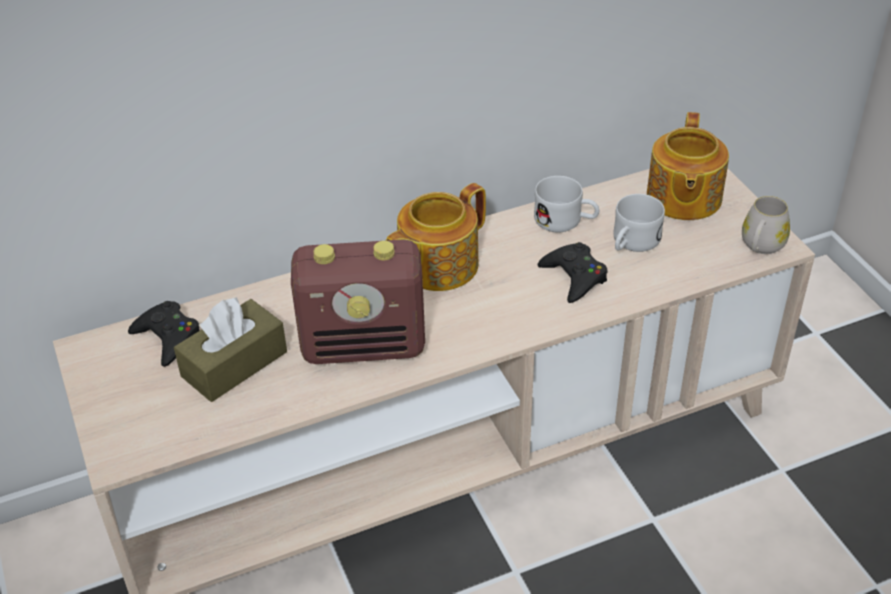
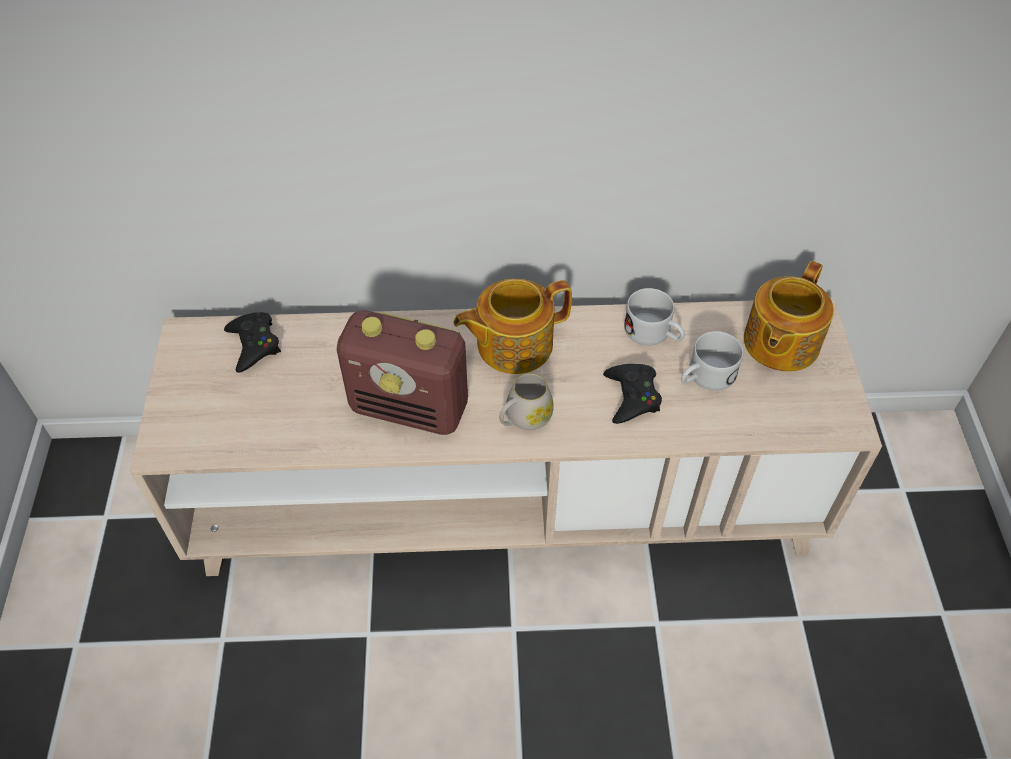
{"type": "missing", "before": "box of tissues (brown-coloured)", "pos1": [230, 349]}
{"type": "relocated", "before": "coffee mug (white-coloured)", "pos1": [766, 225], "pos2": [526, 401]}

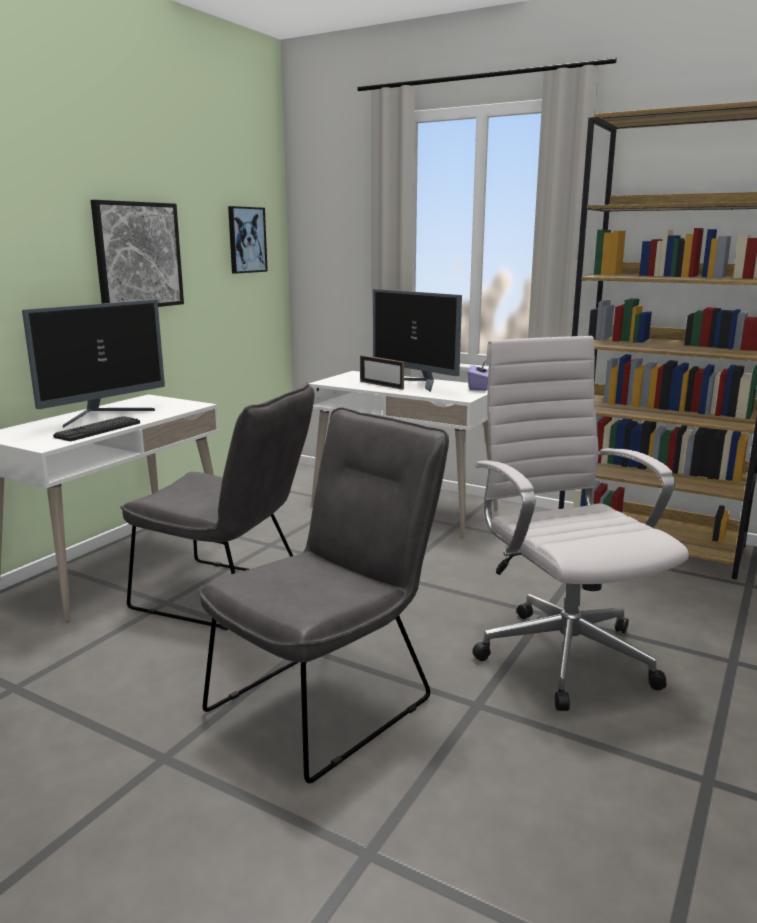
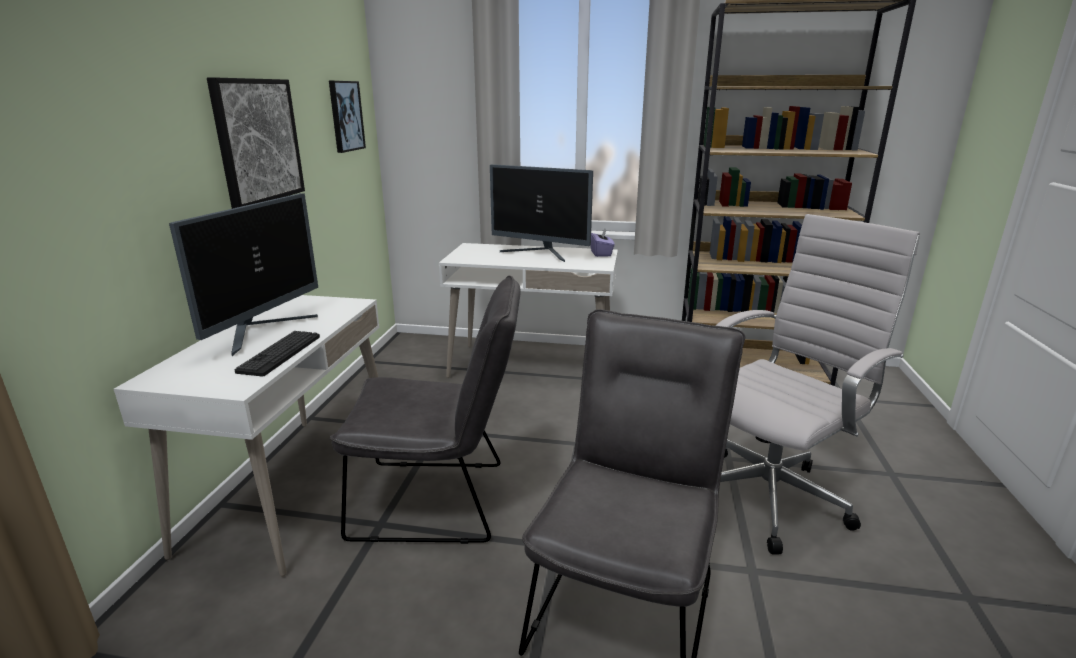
{"type": "missing", "before": "photo frame", "pos1": [382, 372]}
{"type": "spun", "before": "office chair (white-coloured)", "pos1": [580, 523], "pos2": [818, 384], "turn": 90}

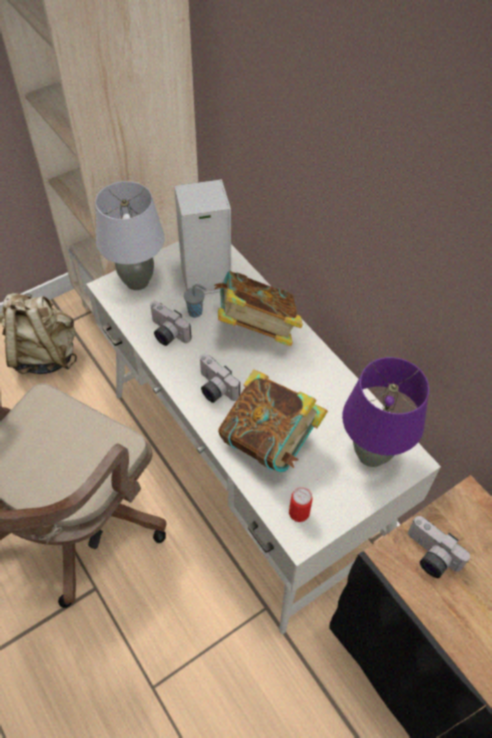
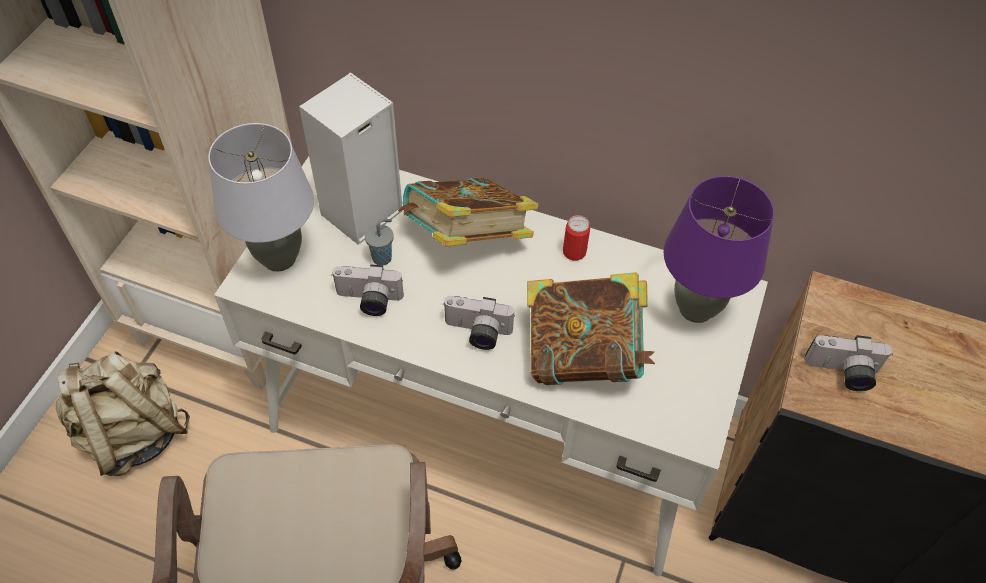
{"type": "relocated", "before": "metal can", "pos1": [301, 504], "pos2": [576, 238]}

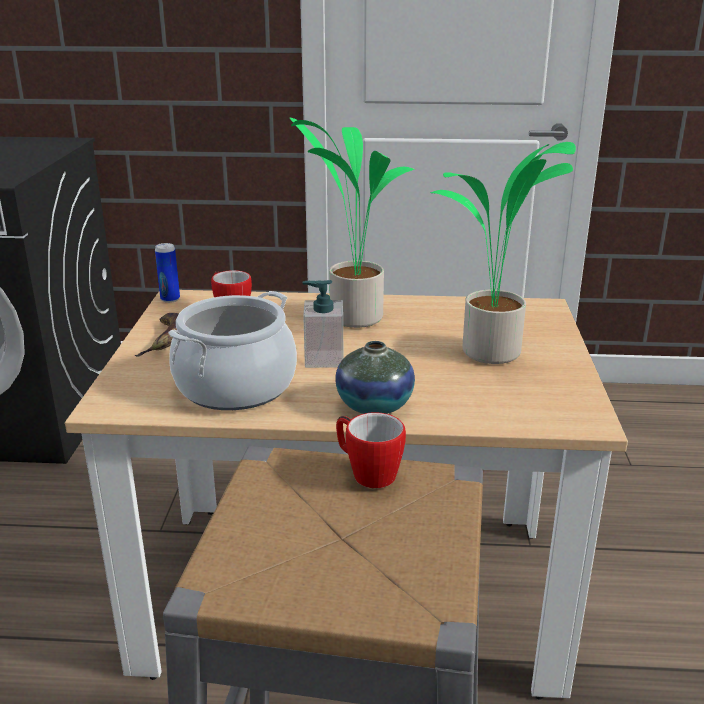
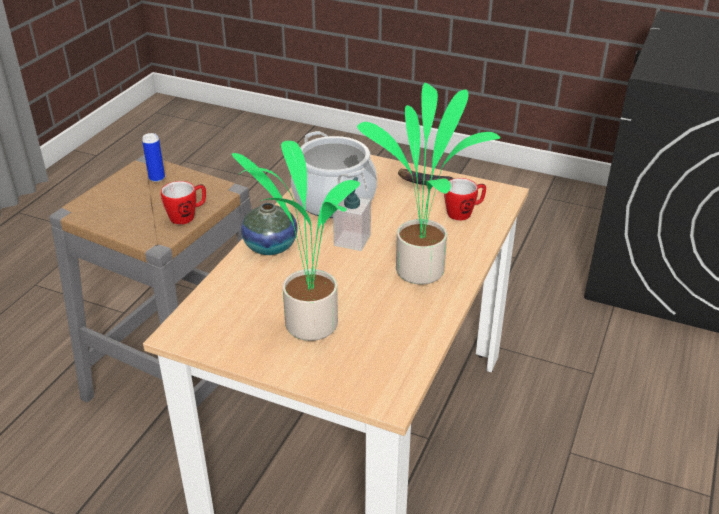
{"type": "relocated", "before": "metal can", "pos1": [167, 273], "pos2": [153, 157]}

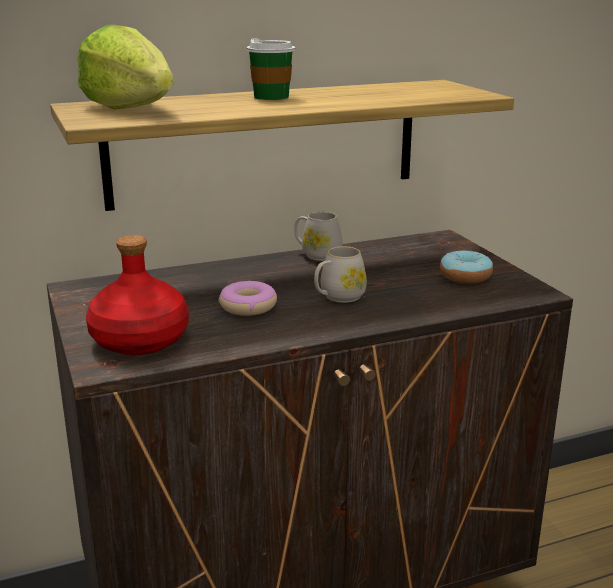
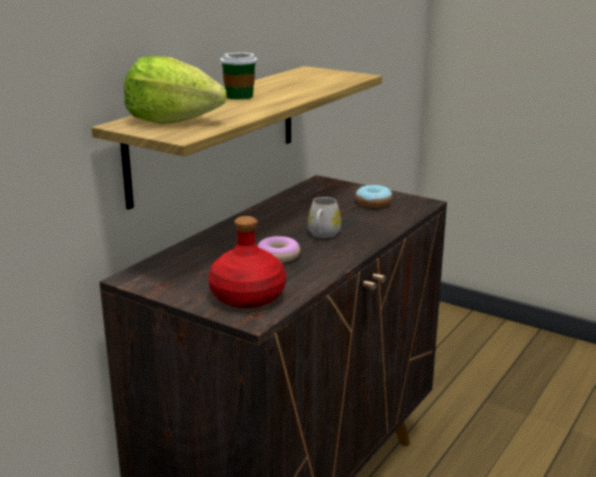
{"type": "missing", "before": "coffee mug (white-coloured)", "pos1": [318, 236]}

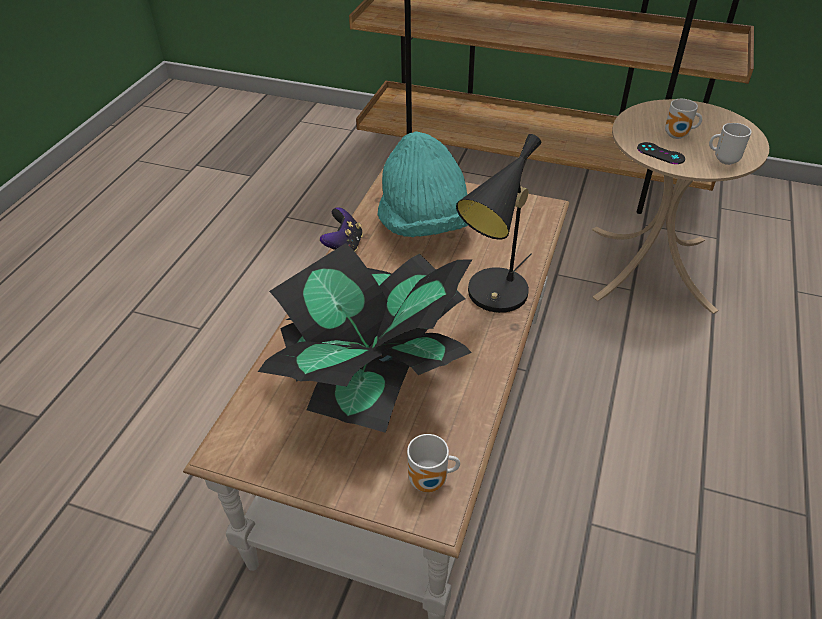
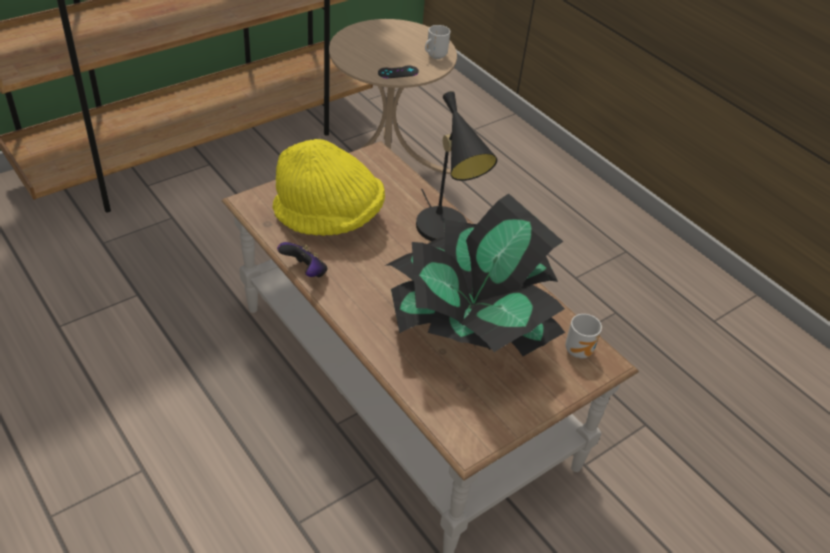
{"type": "missing", "before": "coffee mug", "pos1": [683, 119]}
{"type": "colour", "before": "clothing hat (turquoise-coloured)", "after": "clothing hat (yellow)", "pos1": [422, 184], "pos2": [328, 187]}

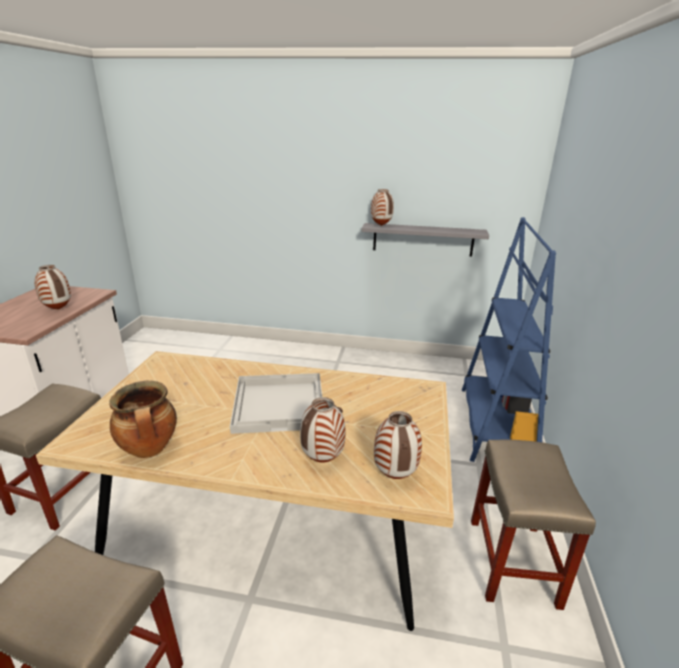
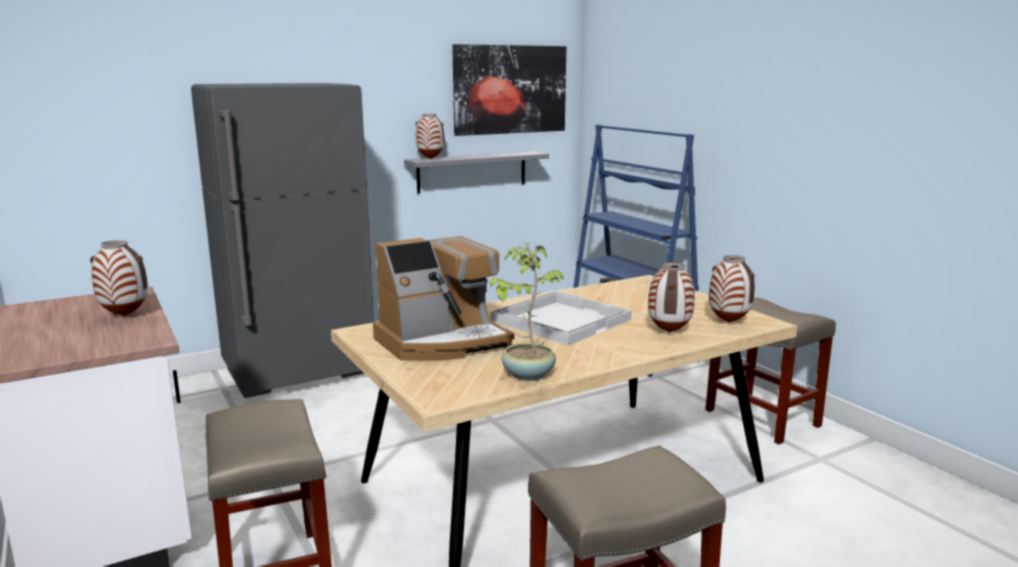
{"type": "appeared", "after": "fridge (gray)", "pos2": [282, 240]}
{"type": "appeared", "after": "coffee maker", "pos2": [444, 298]}
{"type": "appeared", "after": "wall art", "pos2": [509, 90]}
{"type": "exchanged", "before": "stockpot", "after": "plant in a pot", "pos1": [143, 419], "pos2": [527, 312]}

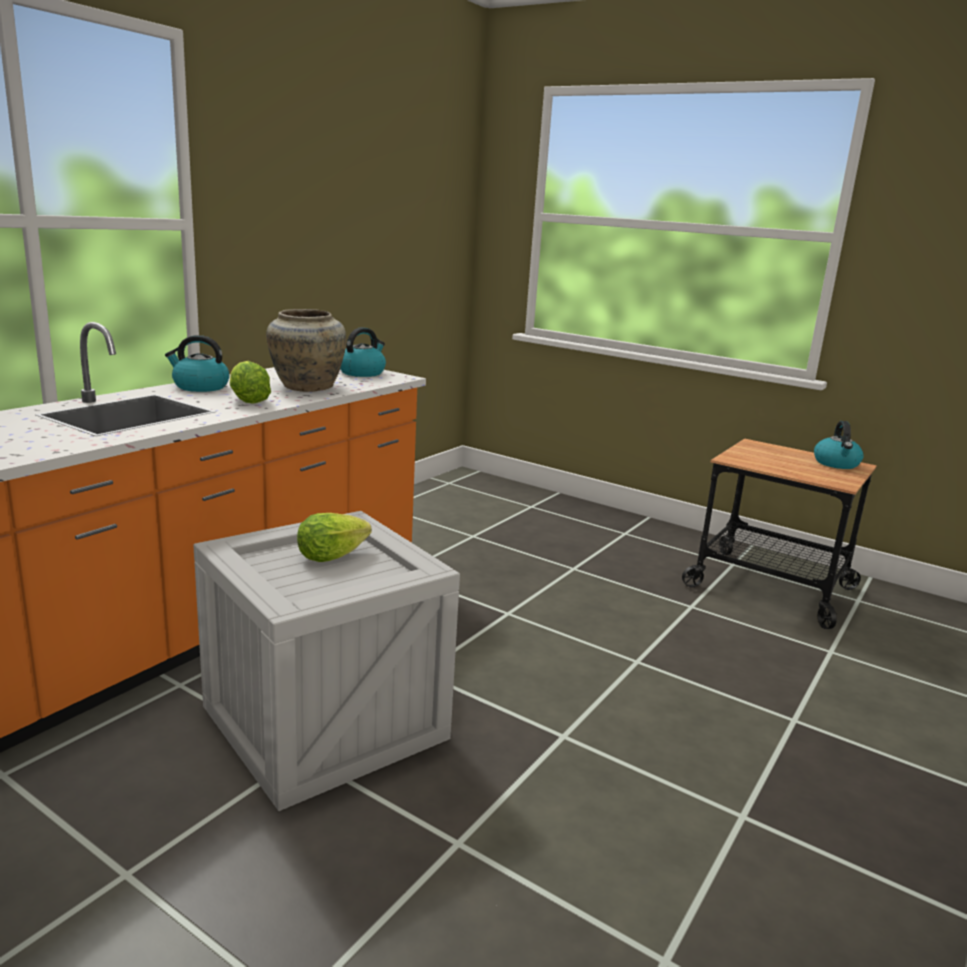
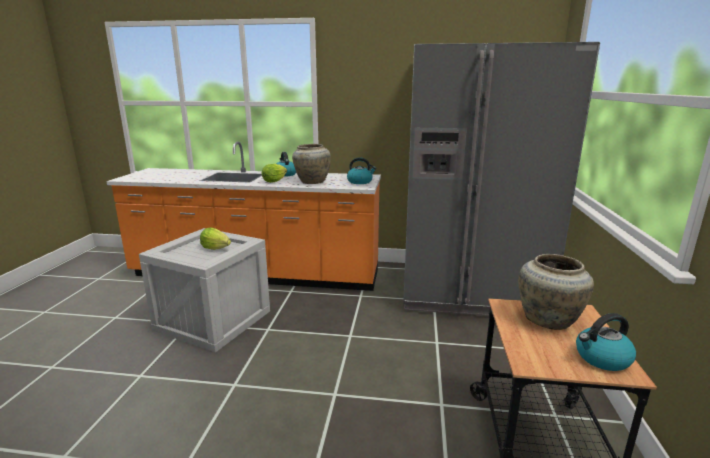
{"type": "appeared", "after": "fridge (gray)", "pos2": [501, 179]}
{"type": "appeared", "after": "vase (sand-coloured)", "pos2": [556, 292]}

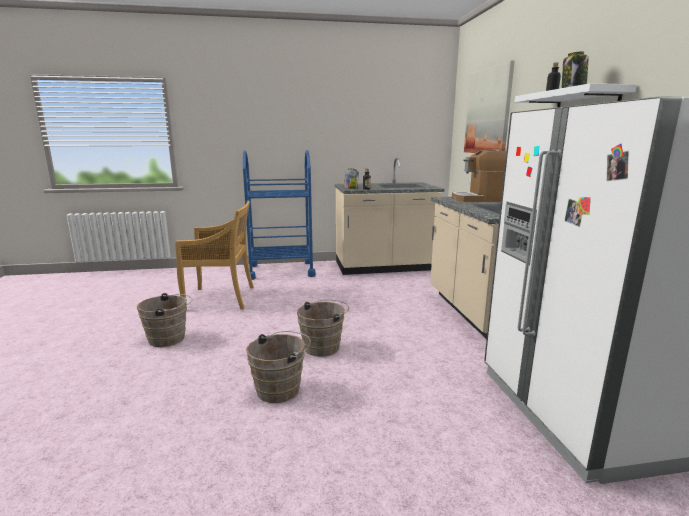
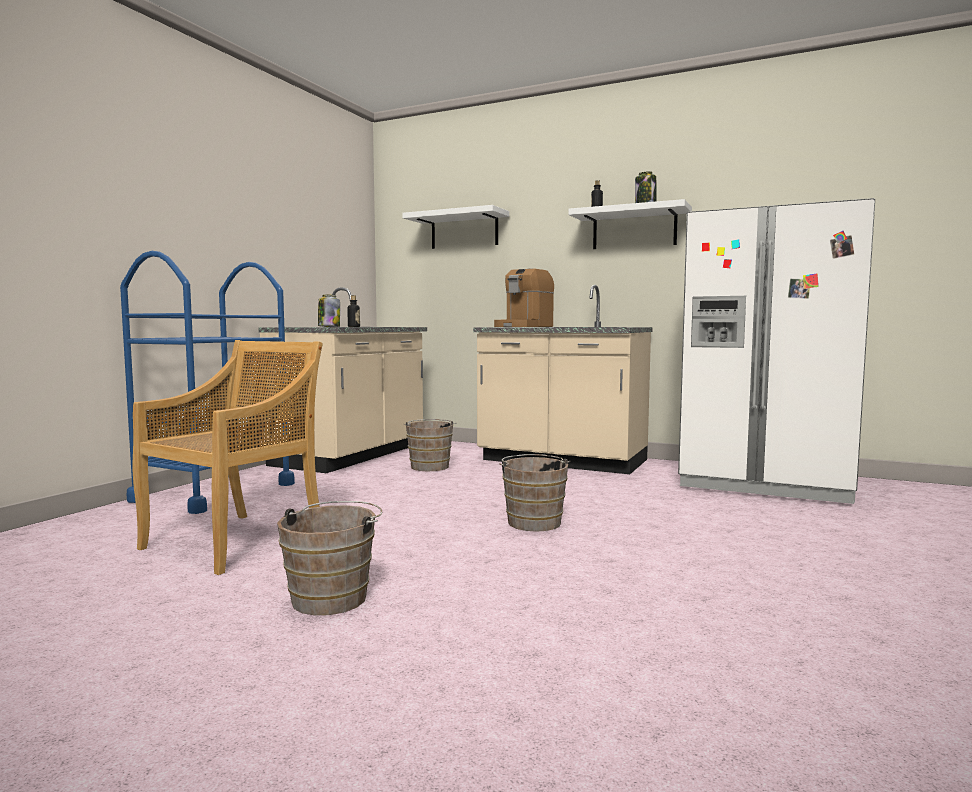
{"type": "relocated", "before": "pail (brown-coloured)", "pos1": [278, 367], "pos2": [430, 445]}
{"type": "exchanged", "before": "wall art", "after": "wall shelf (white-coloured)", "pos1": [489, 107], "pos2": [455, 227]}

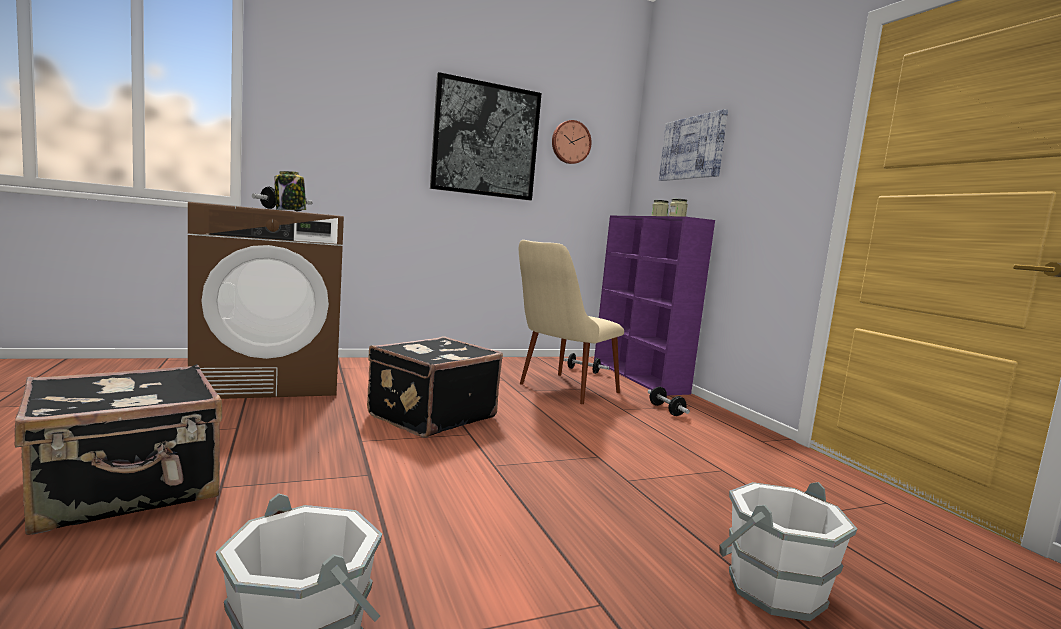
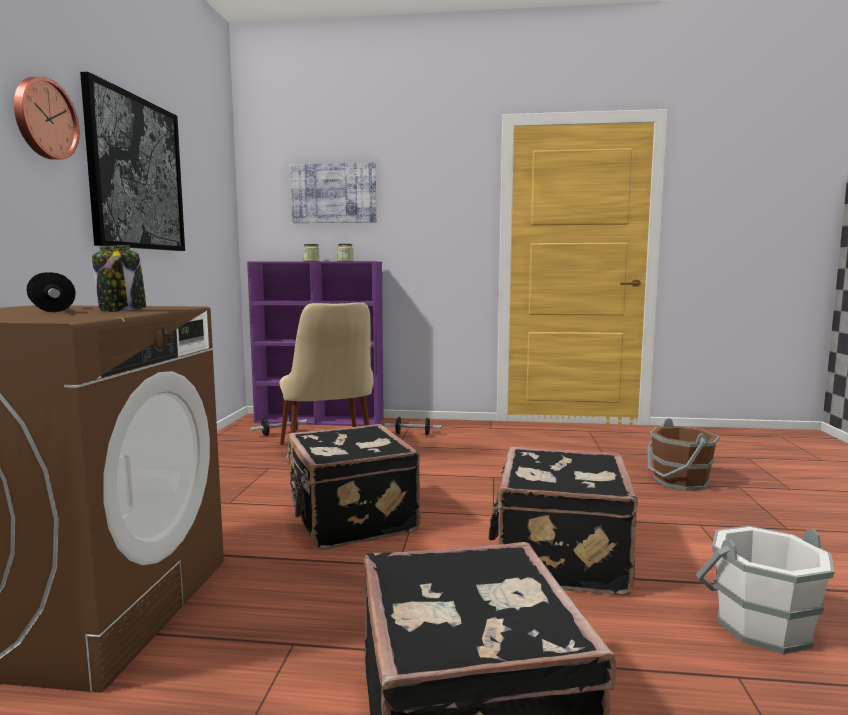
{"type": "appeared", "after": "suitcase (blackish)", "pos2": [563, 521]}
{"type": "relocated", "before": "hanging clock", "pos1": [572, 142], "pos2": [47, 118]}
{"type": "colour", "before": "pail (white-coloured)", "after": "pail (brown-coloured)", "pos1": [788, 551], "pos2": [683, 454]}

